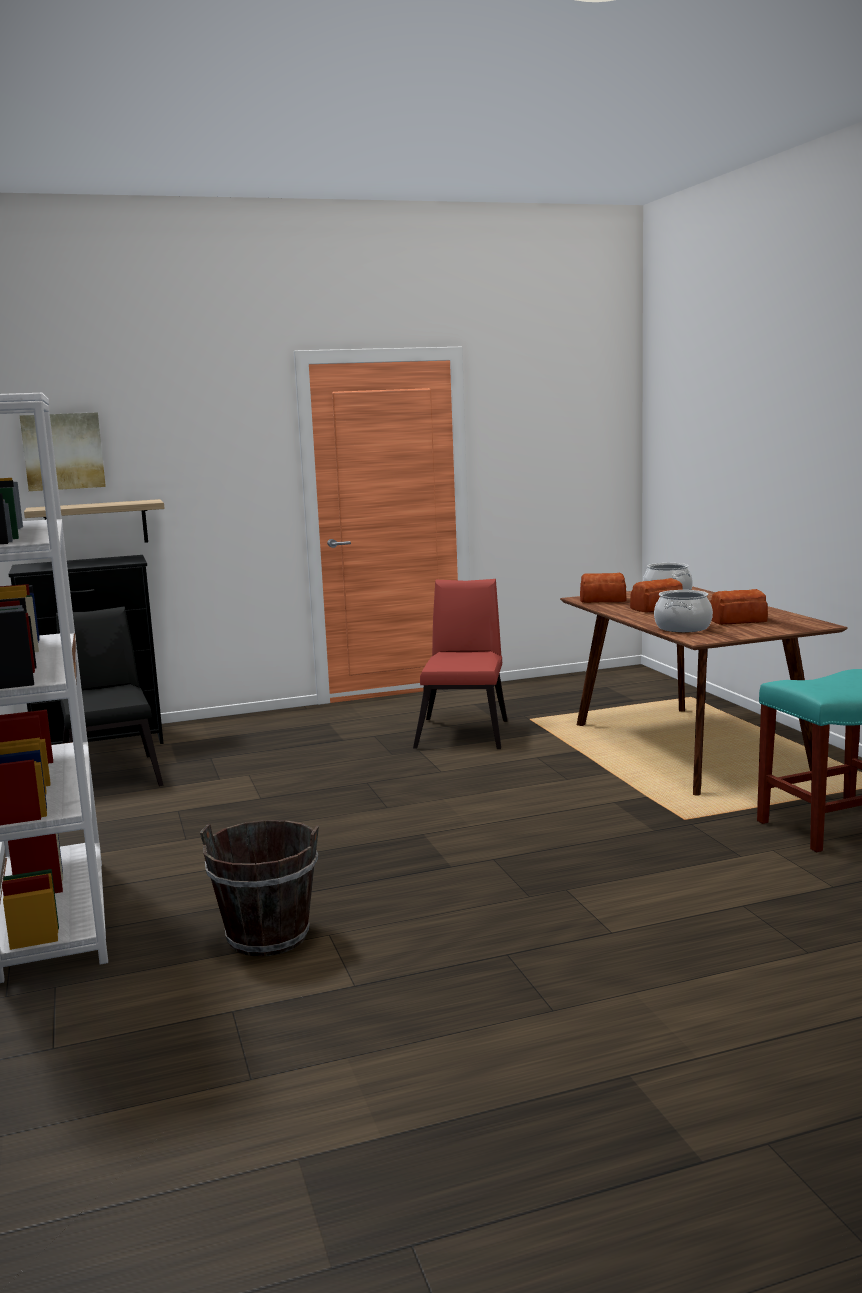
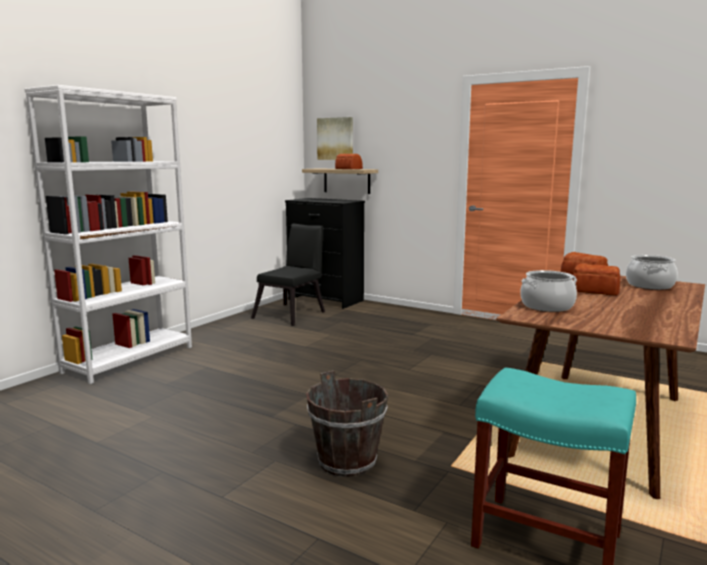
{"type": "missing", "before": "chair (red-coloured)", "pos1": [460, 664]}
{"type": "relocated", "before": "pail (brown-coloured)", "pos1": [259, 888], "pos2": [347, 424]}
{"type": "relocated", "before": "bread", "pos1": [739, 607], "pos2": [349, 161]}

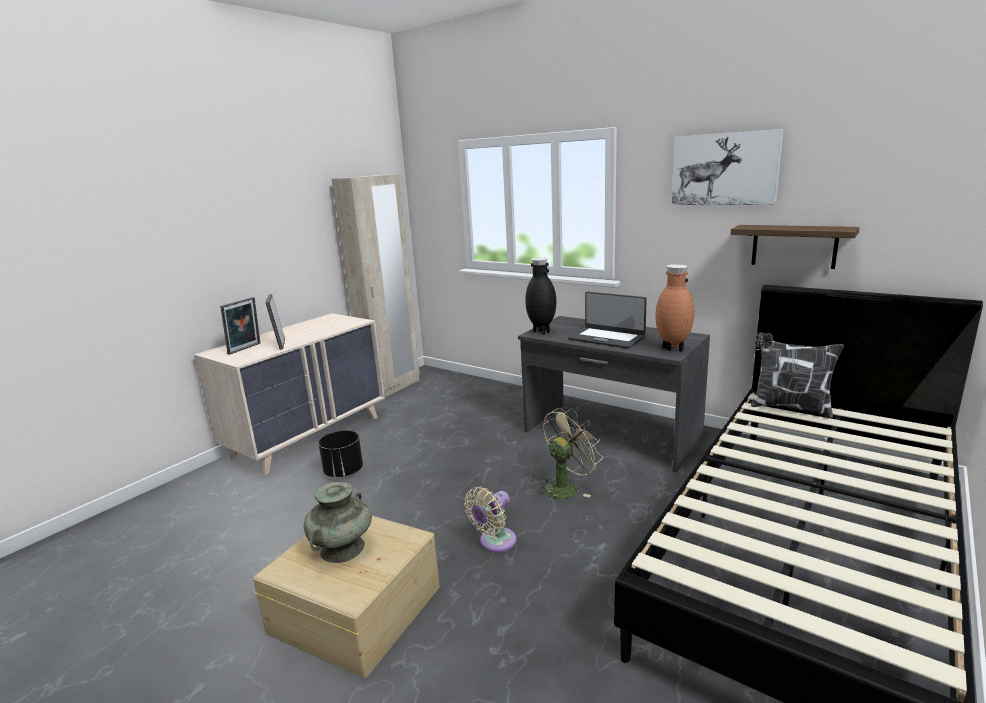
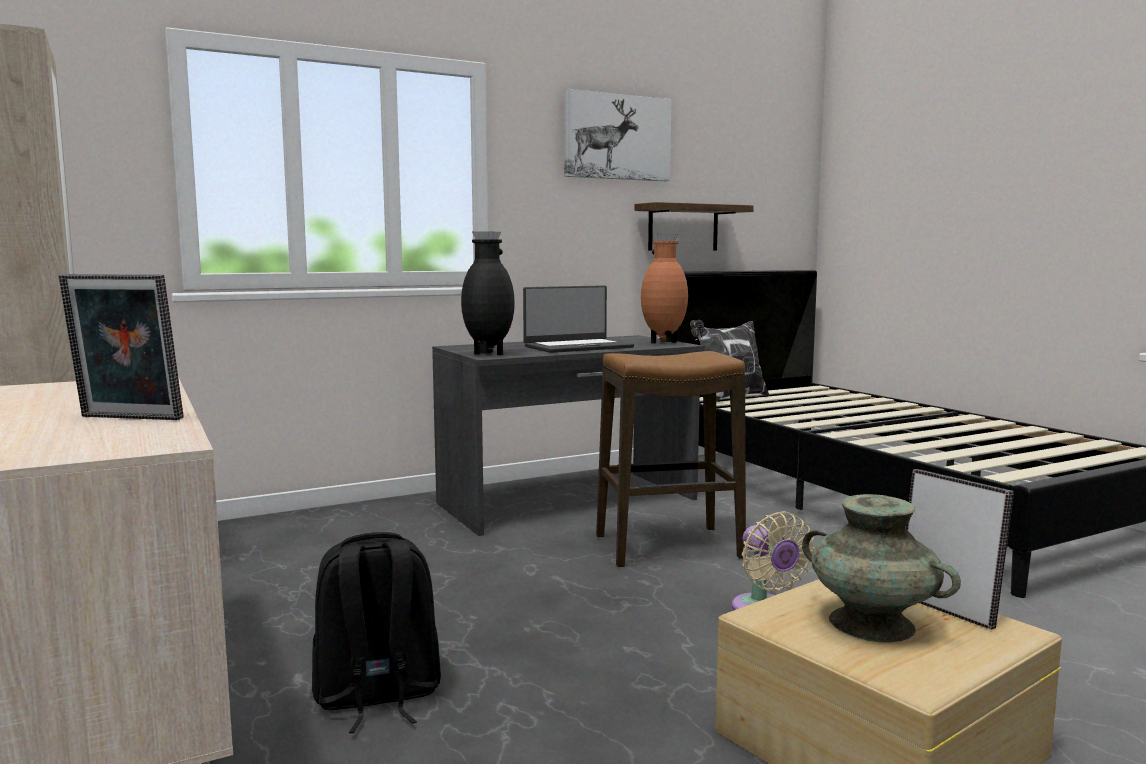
{"type": "relocated", "before": "photo frame", "pos1": [240, 326], "pos2": [960, 549]}
{"type": "exchanged", "before": "plant pot (blackish)", "after": "backpack (blackish)", "pos1": [341, 453], "pos2": [376, 632]}
{"type": "exchanged", "before": "electric fan (sand-coloured)", "after": "stool", "pos1": [570, 453], "pos2": [671, 459]}

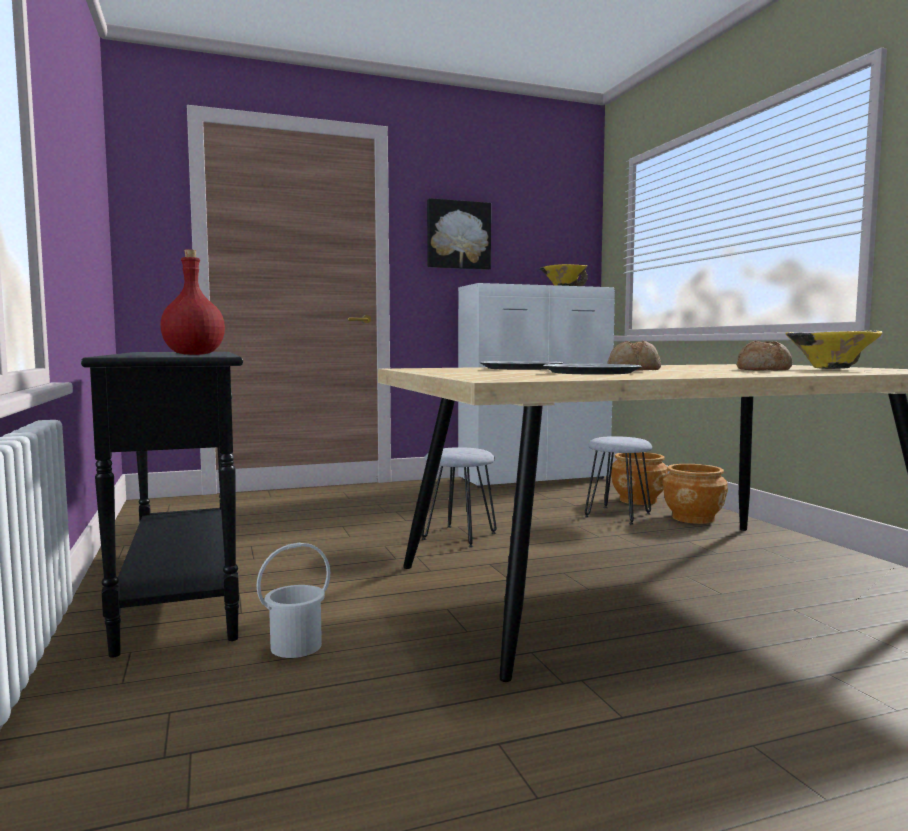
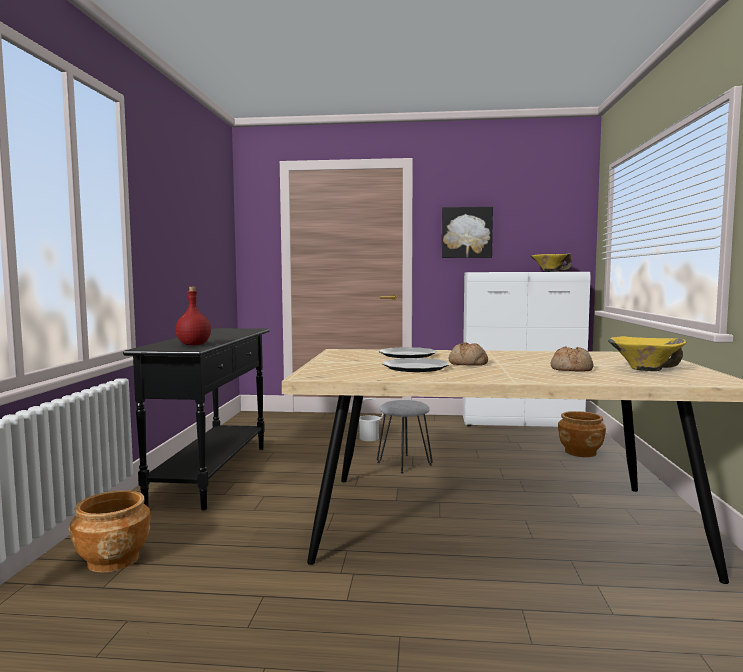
{"type": "missing", "before": "stool (gray)", "pos1": [618, 480]}
{"type": "relocated", "before": "pail (white-coloured)", "pos1": [293, 600], "pos2": [371, 419]}
{"type": "relocated", "before": "plant pot (brown-coloured)", "pos1": [695, 494], "pos2": [109, 531]}

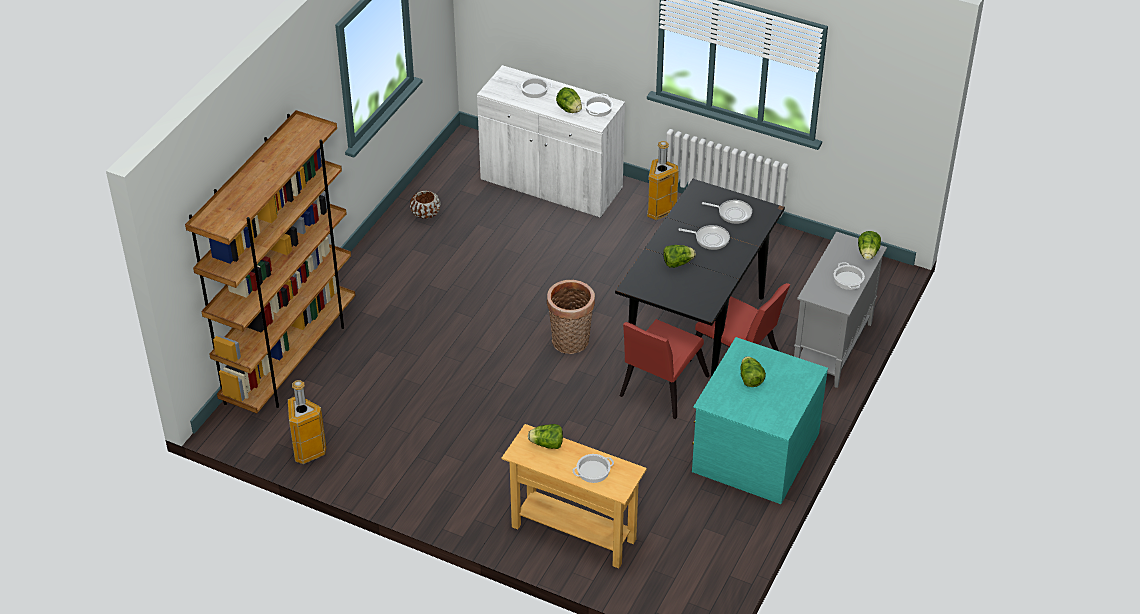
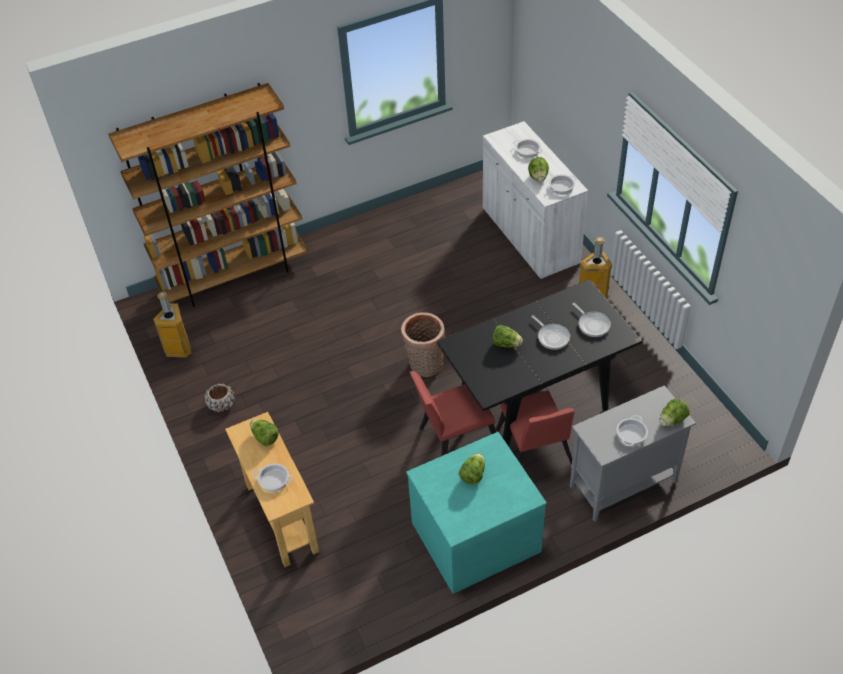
{"type": "relocated", "before": "plant pot (brown-coloured)", "pos1": [425, 204], "pos2": [220, 397]}

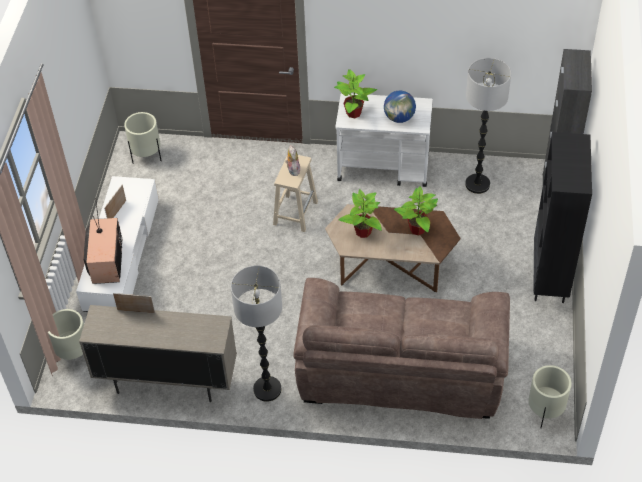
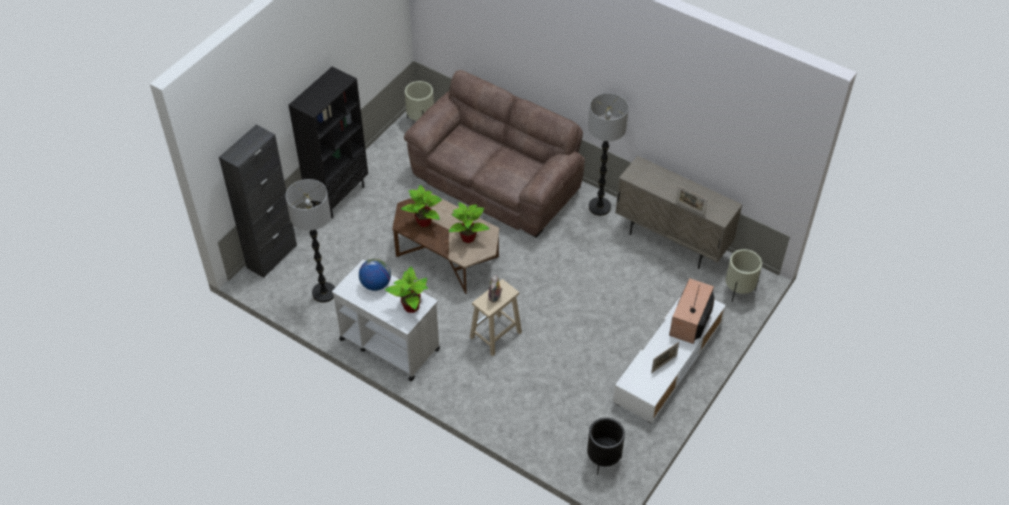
{"type": "colour", "before": "plant pot (sand-coloured)", "after": "plant pot (blackish)", "pos1": [143, 138], "pos2": [606, 446]}

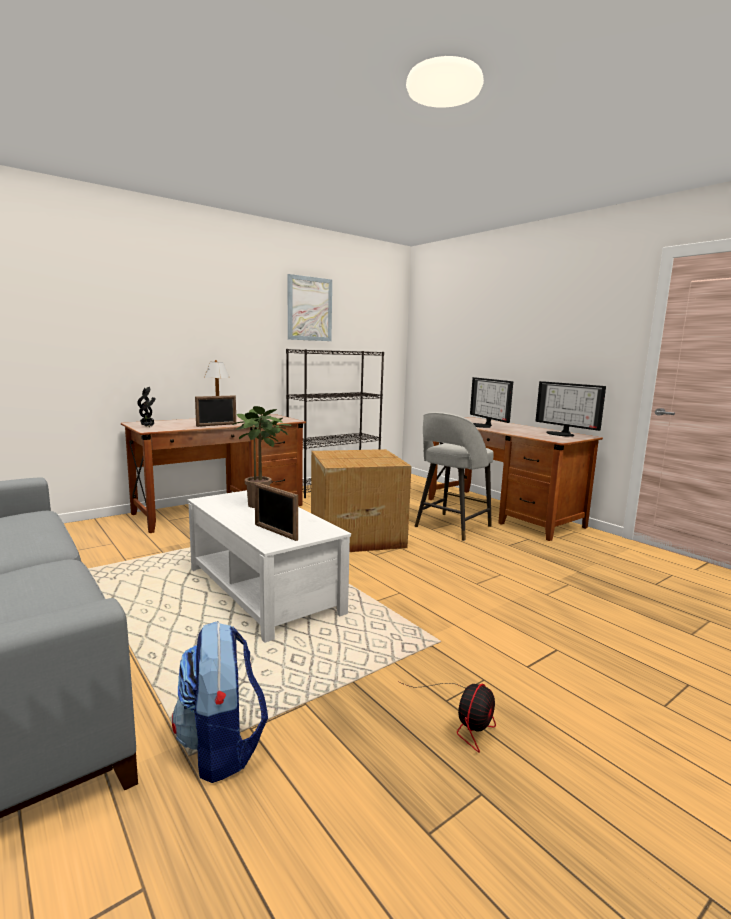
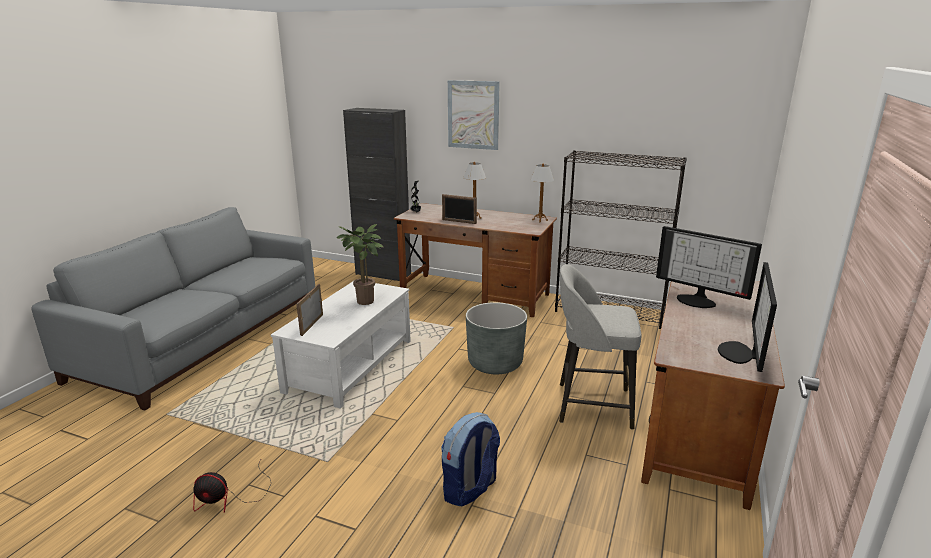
{"type": "appeared", "after": "cabinet (blackish)", "pos2": [377, 195]}
{"type": "appeared", "after": "lamp for a table", "pos2": [542, 193]}
{"type": "relocated", "before": "backpack", "pos1": [220, 702], "pos2": [470, 459]}
{"type": "relocated", "before": "wall art", "pos1": [310, 307], "pos2": [474, 115]}
{"type": "exchanged", "before": "cardboard box", "after": "plant pot (gray)", "pos1": [361, 500], "pos2": [496, 338]}
{"type": "spun", "before": "monitor", "pos1": [491, 402], "pos2": [709, 267], "turn": -90}

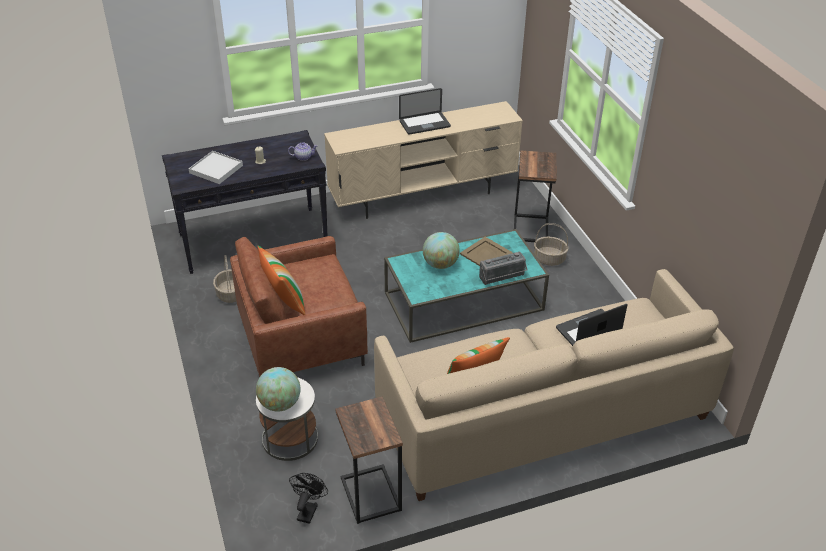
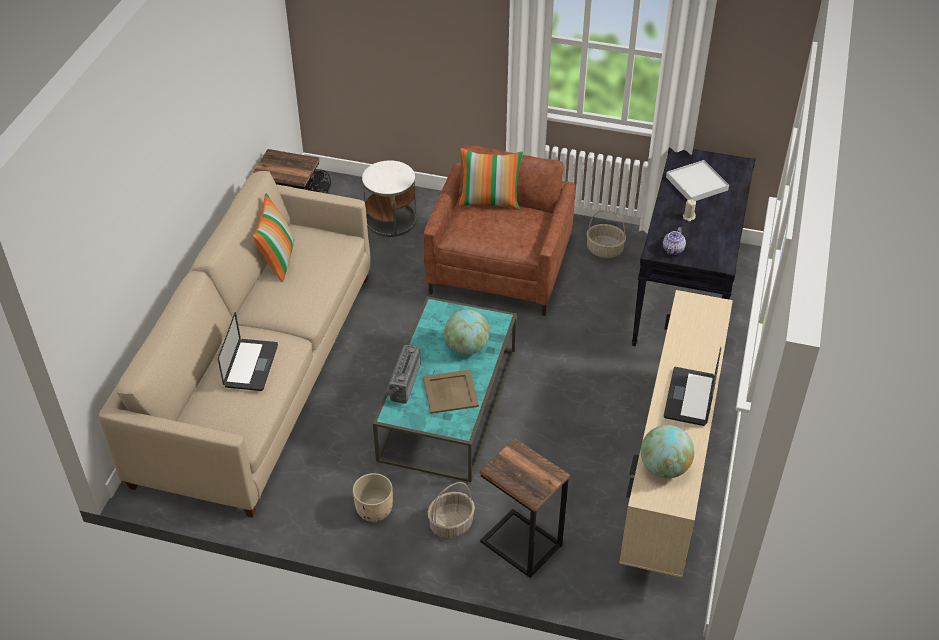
{"type": "appeared", "after": "plant pot (sand-coloured)", "pos2": [372, 497]}
{"type": "relocated", "before": "globe", "pos1": [278, 389], "pos2": [668, 451]}

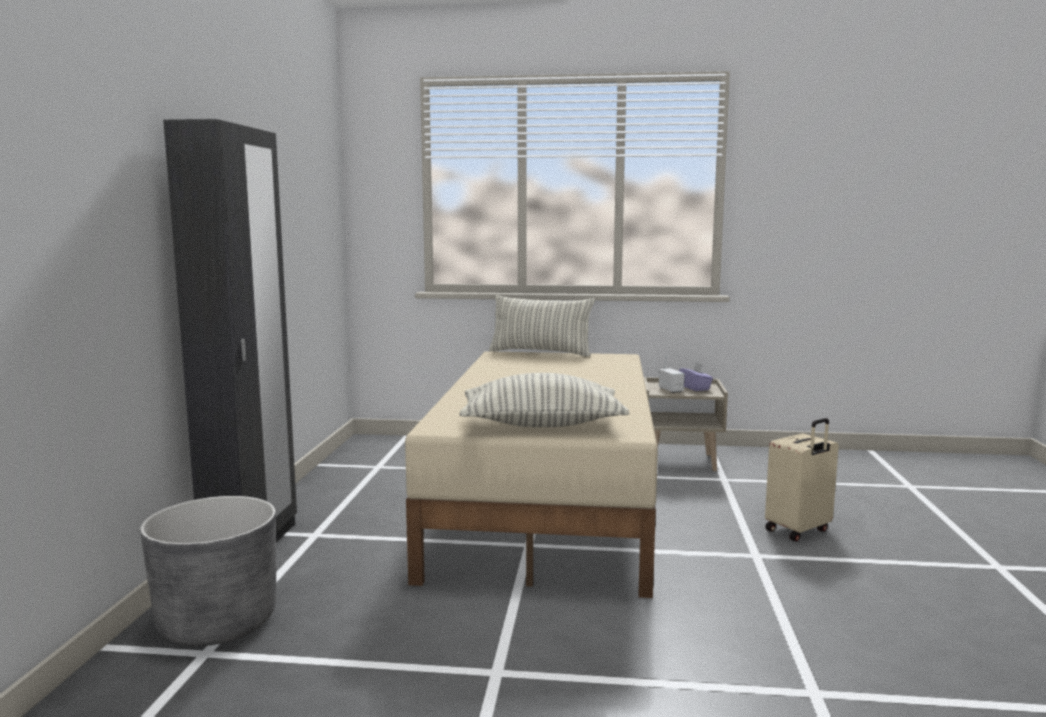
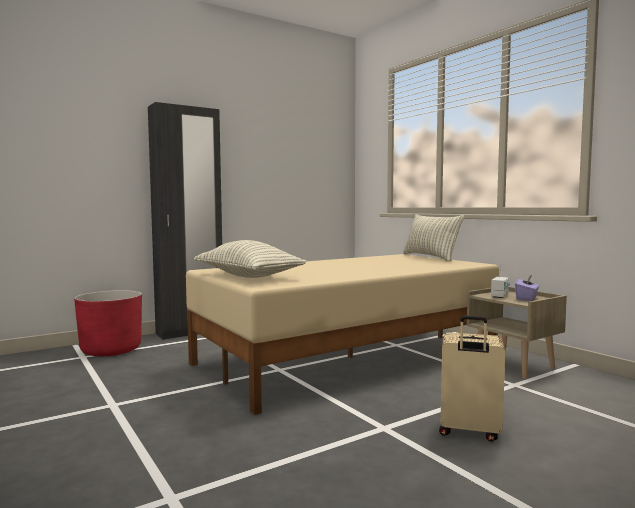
{"type": "colour", "before": "plant pot (gray)", "after": "plant pot (red-coloured)", "pos1": [208, 571], "pos2": [108, 323]}

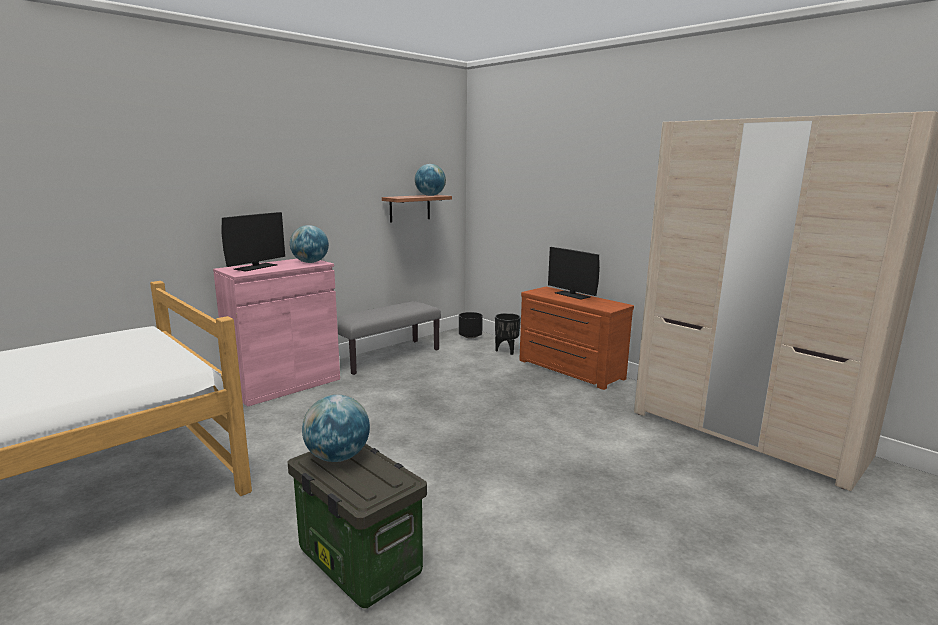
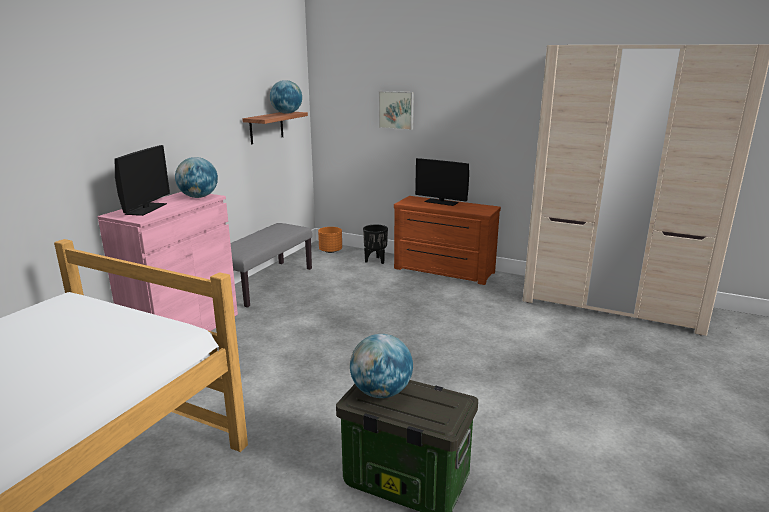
{"type": "appeared", "after": "wall art", "pos2": [396, 110]}
{"type": "colour", "before": "plant pot (blackish)", "after": "plant pot (orange-coloured)", "pos1": [471, 325], "pos2": [330, 240]}

